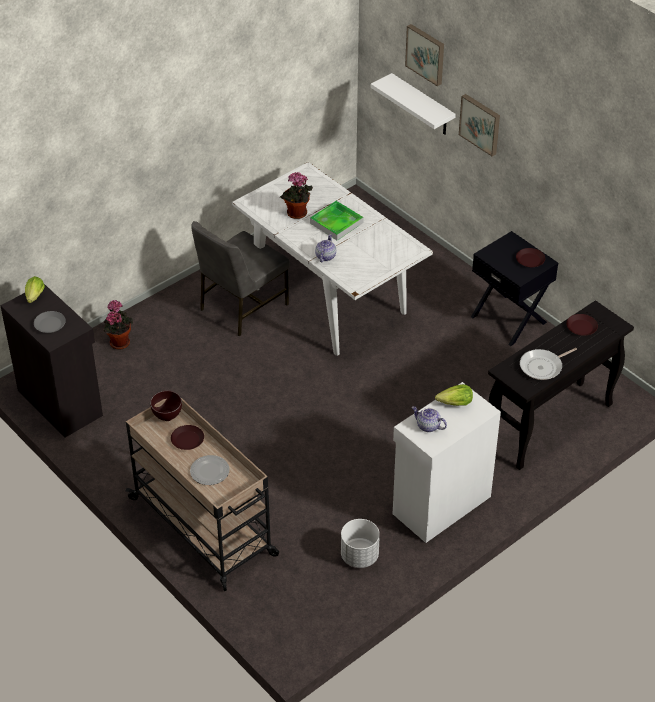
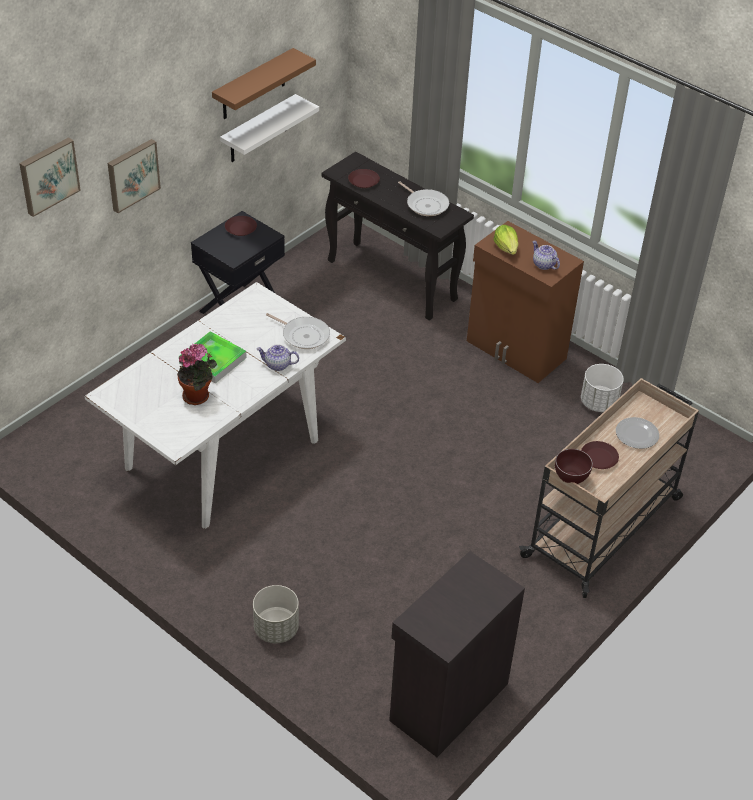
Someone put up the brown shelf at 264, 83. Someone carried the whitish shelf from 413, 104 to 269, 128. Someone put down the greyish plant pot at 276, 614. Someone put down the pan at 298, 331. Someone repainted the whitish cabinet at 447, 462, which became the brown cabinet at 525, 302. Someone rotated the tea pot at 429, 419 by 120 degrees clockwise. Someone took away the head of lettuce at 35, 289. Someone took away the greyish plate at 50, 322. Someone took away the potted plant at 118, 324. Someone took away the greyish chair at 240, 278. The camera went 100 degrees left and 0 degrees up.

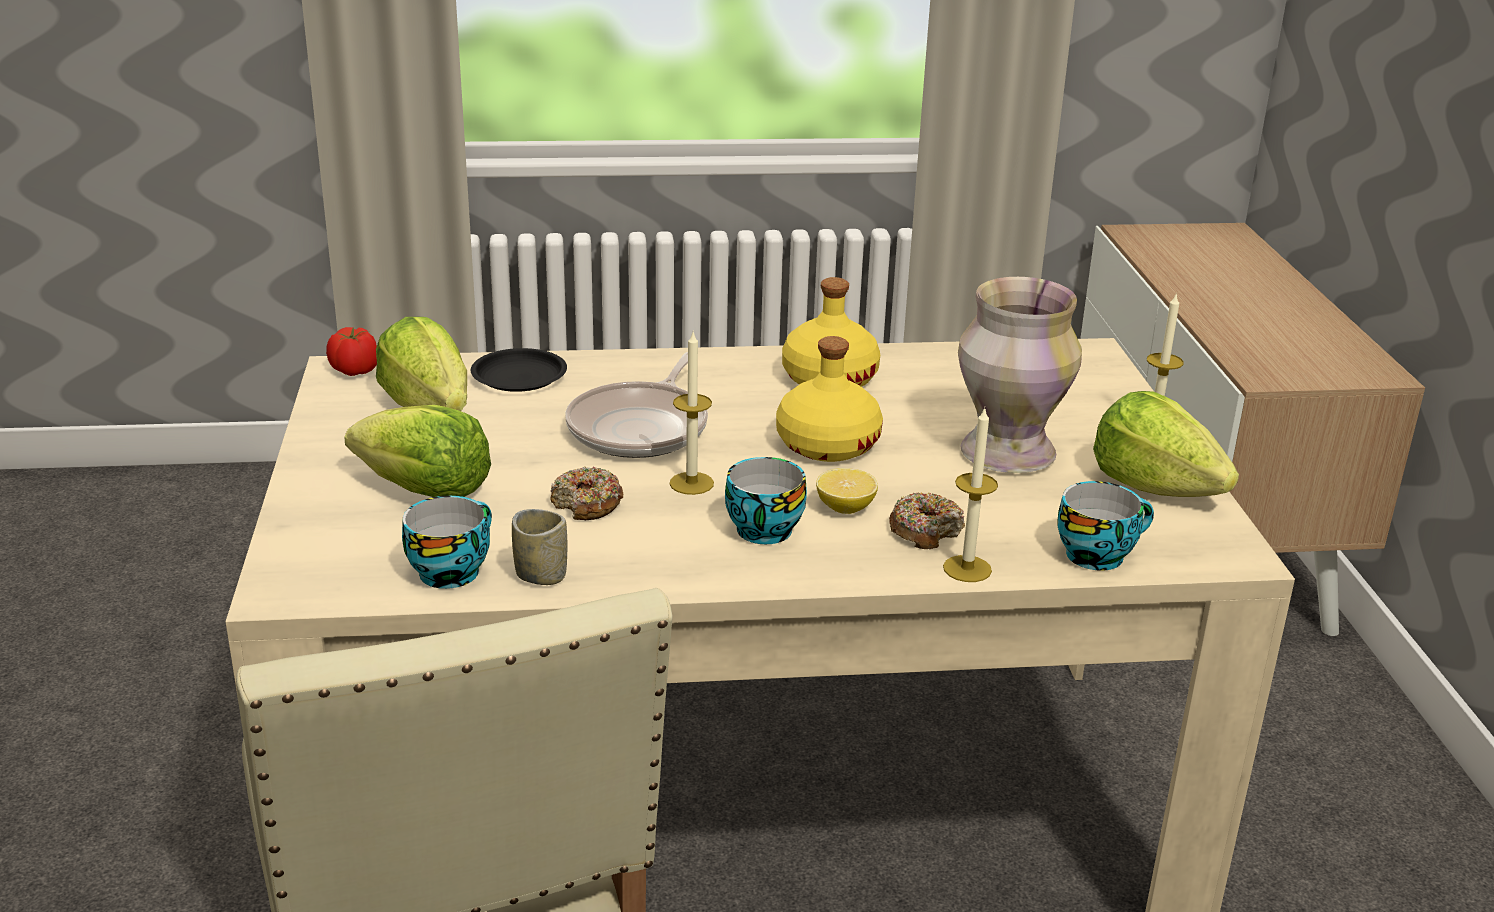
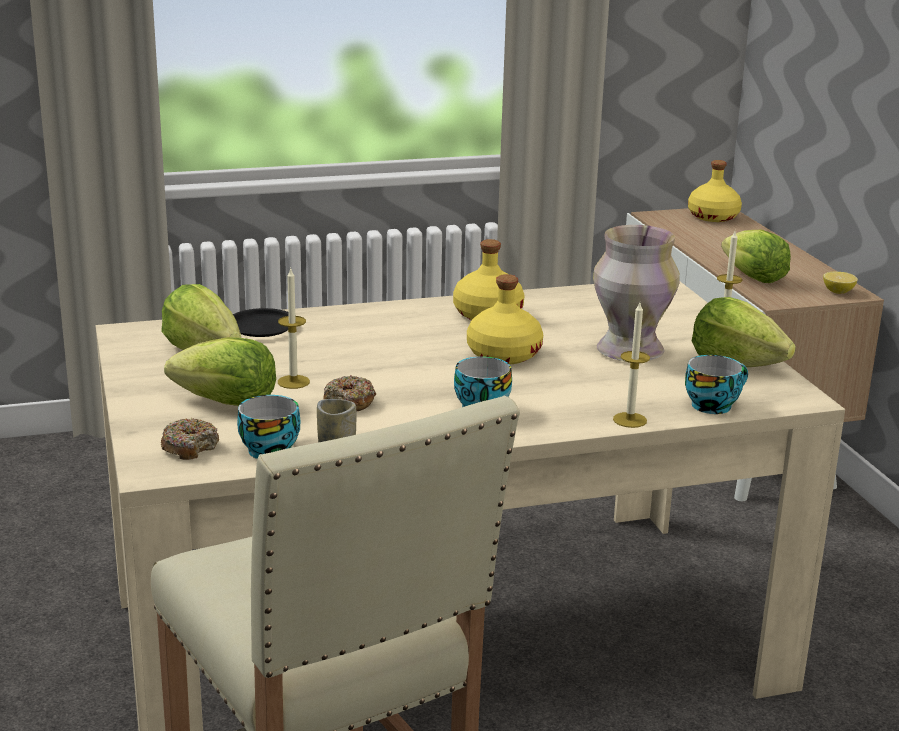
Someone carried the donut from 927, 520 to 190, 439. Someone carried the candle from 691, 412 to 294, 329. Someone put down the yellow-coloured bottle at 715, 191. Someone put down the head of lettuce at 756, 256. Someone carried the whole lemon from 847, 491 to 840, 283. Someone took away the whole tomato at 351, 351. Someone took away the pan at 636, 405. The camera went 10 degrees left and 5 degrees down.

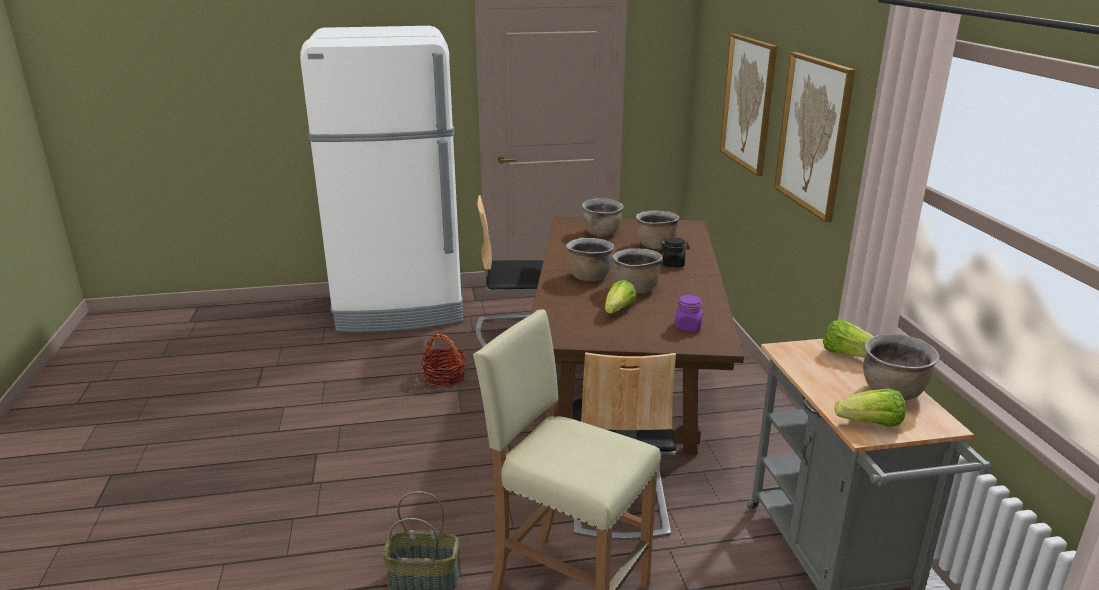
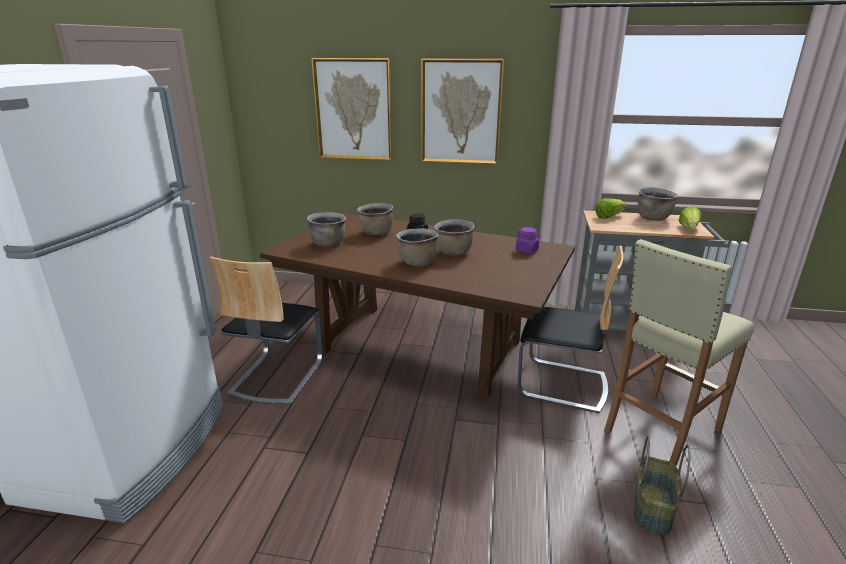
Someone took away the basket at 444, 360. Someone took away the head of lettuce at 620, 297. The camera went 70 degrees left and 0 degrees up.

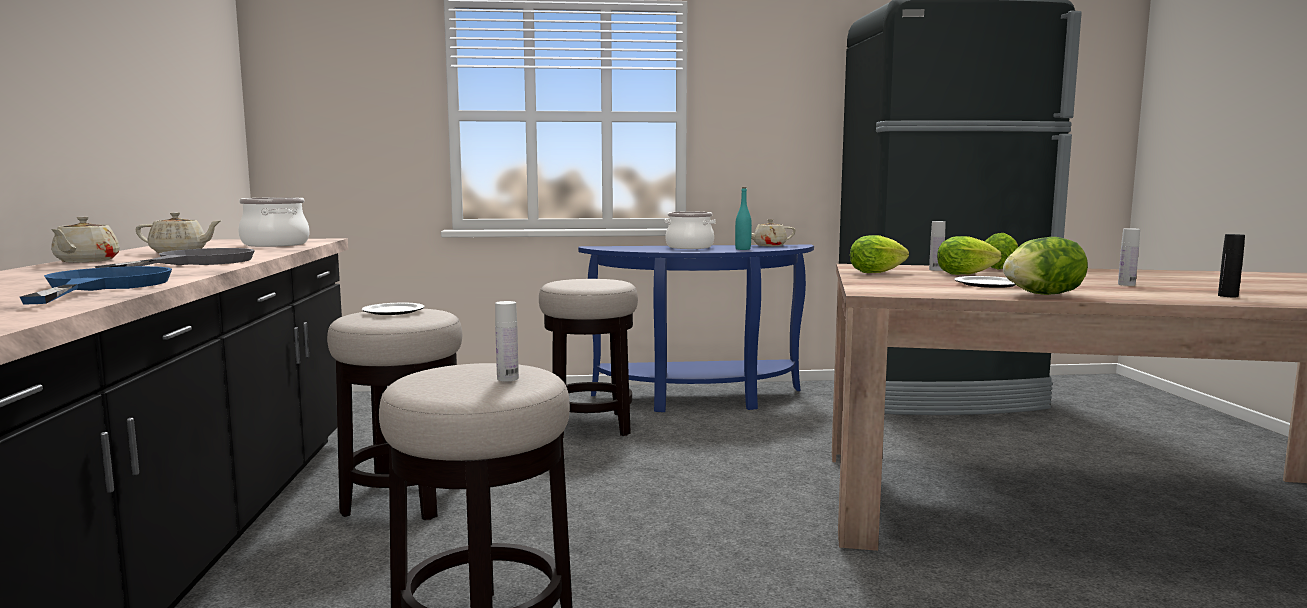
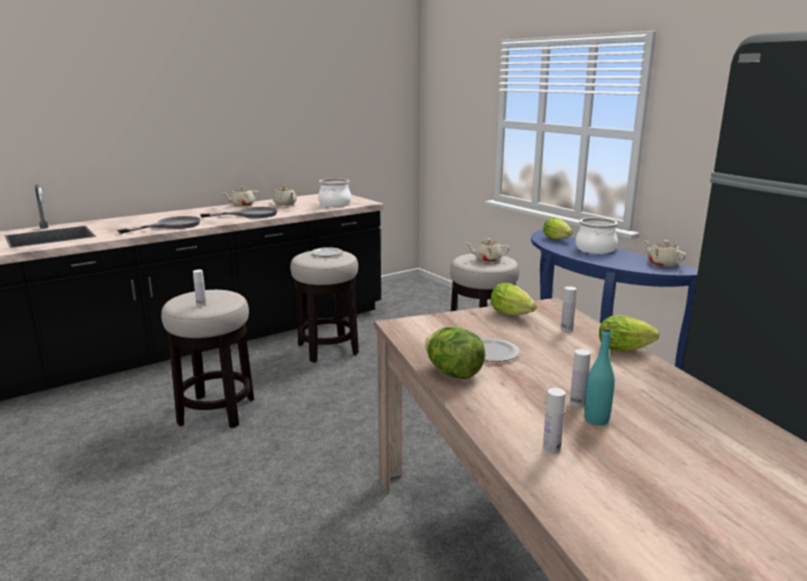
Someone repainted the bluish pan at 96, 285, which became the greyish pan at 159, 225. Someone put down the sand-coloured tea pot at 487, 250. Someone carried the head of lettuce from 969, 255 to 558, 228. Someone repainted the black-coloured bottle at 1231, 265, which became the whitish bottle at 554, 421. Someone carried the turquoise-coloured bottle from 743, 218 to 599, 377. The camera went 60 degrees right and 10 degrees up.

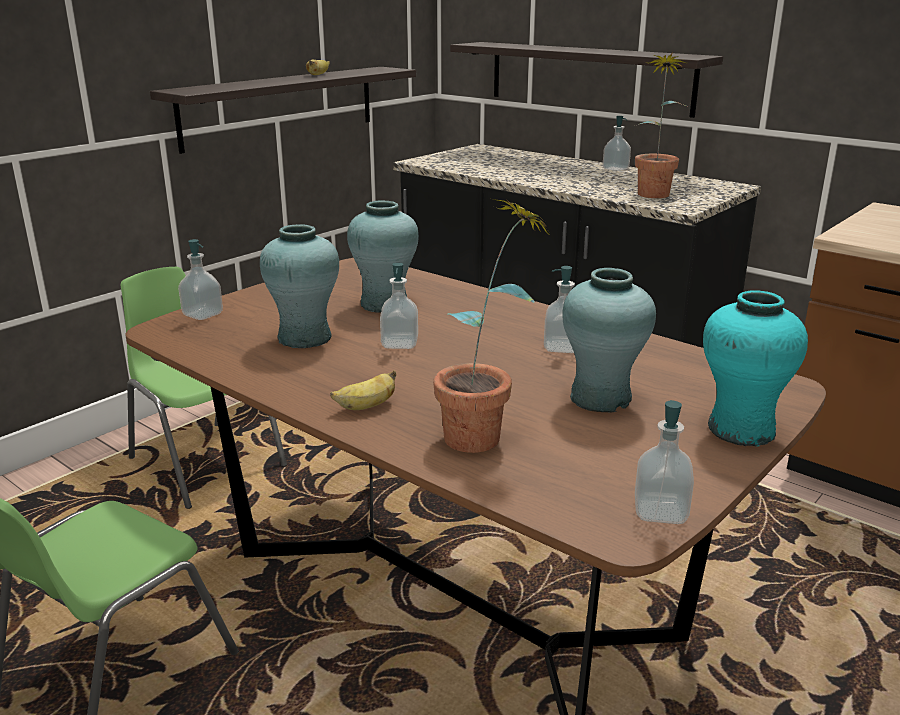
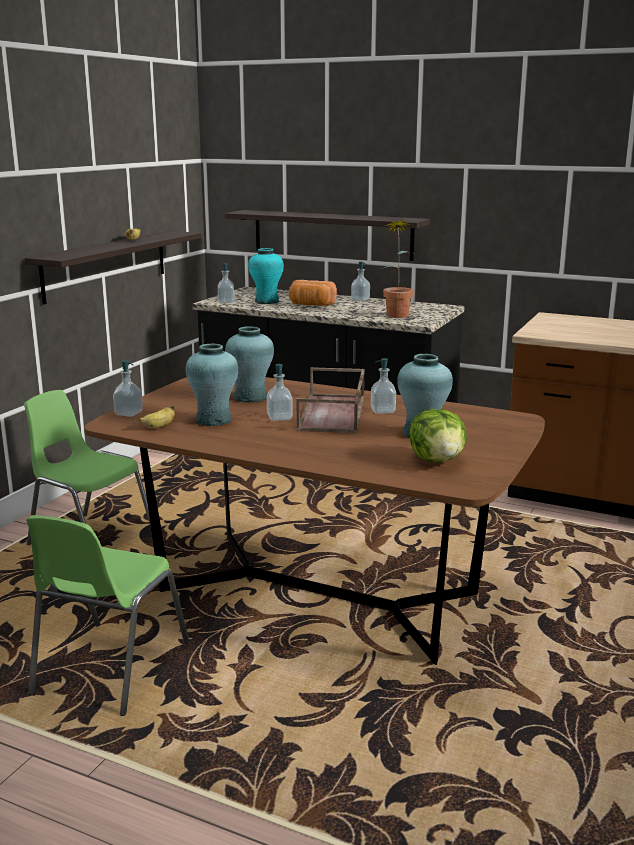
Someone carried the whole banana from 363, 390 to 157, 416. Someone carried the soap bottle from 664, 462 to 226, 283. Someone carried the turquoise-coloured decorative vase from 755, 368 to 266, 276. Someone put down the baked bread at 313, 293. Someone put down the brown carrying tray at 330, 400. Someone put down the head of lettuce at 438, 435. Someone took away the potted plant at 492, 325. The camera went 15 degrees left and 5 degrees down.

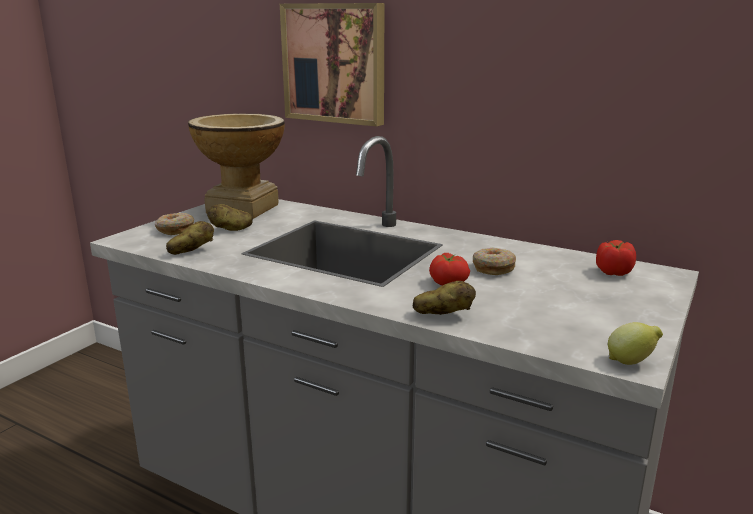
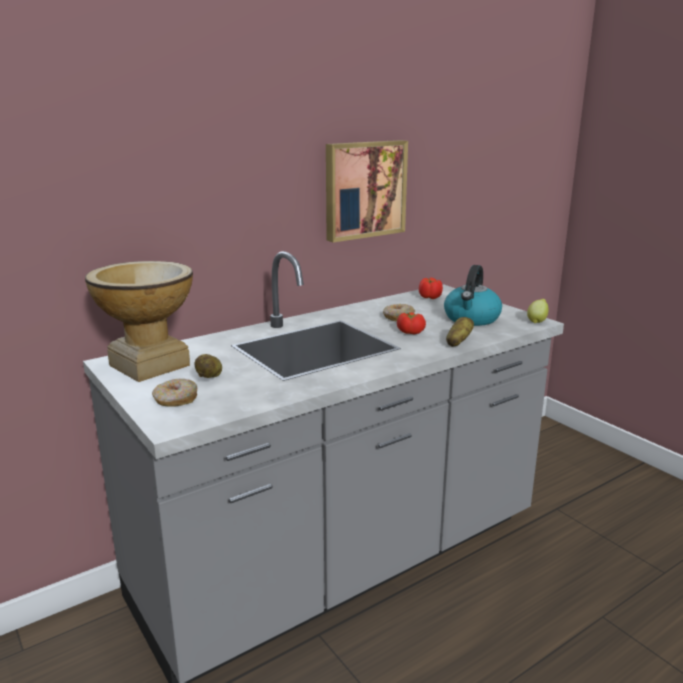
Someone carried the wall picture from 332, 65 to 367, 191. Someone put down the water kettle at 473, 295. Someone took away the spud at 190, 238. The camera went 65 degrees left and 0 degrees up.

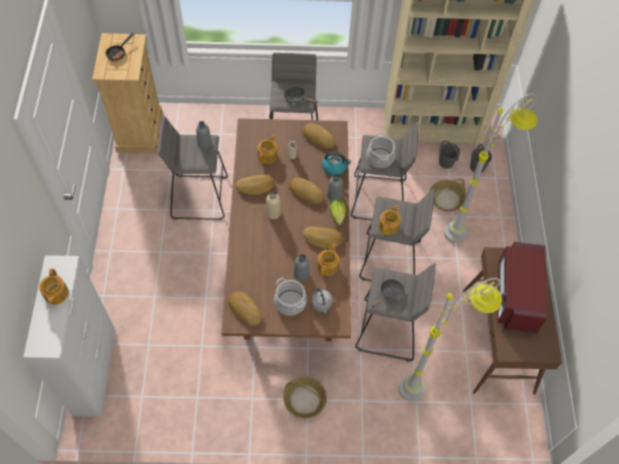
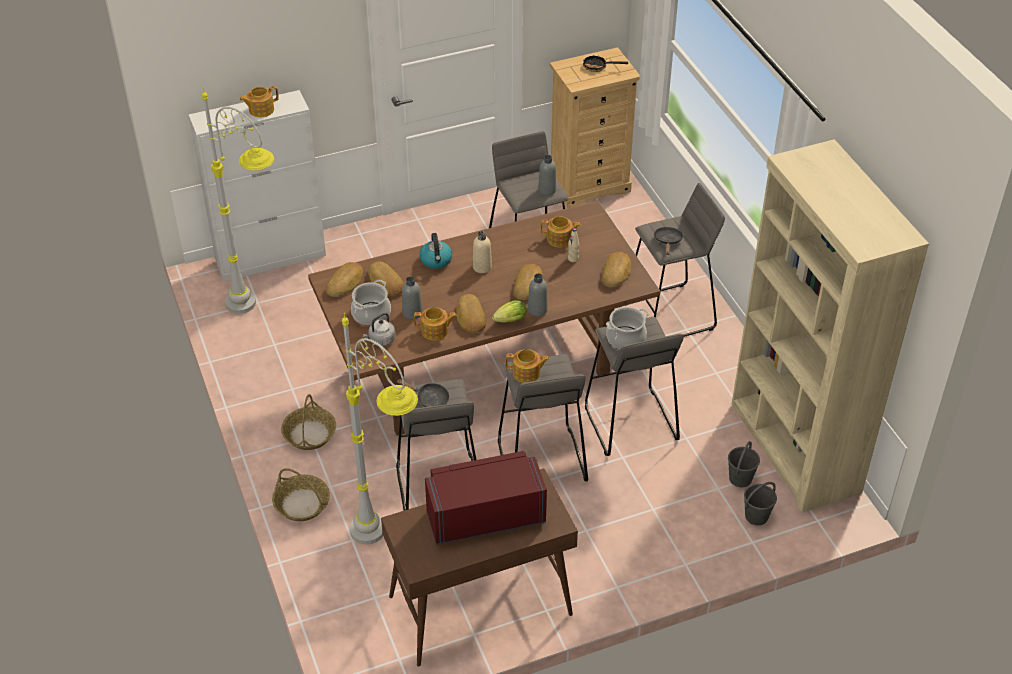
Someone carried the greyish floor lamp from 491, 168 to 238, 201. Someone carried the basket from 448, 195 to 301, 494. Someone carried the baked bread from 255, 185 to 386, 279. Someone carried the water kettle from 336, 164 to 435, 251. The camera went 70 degrees right and 15 degrees down.

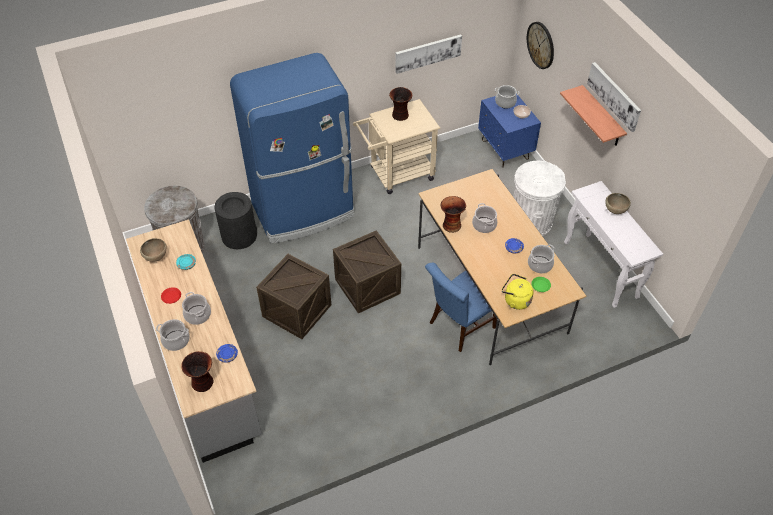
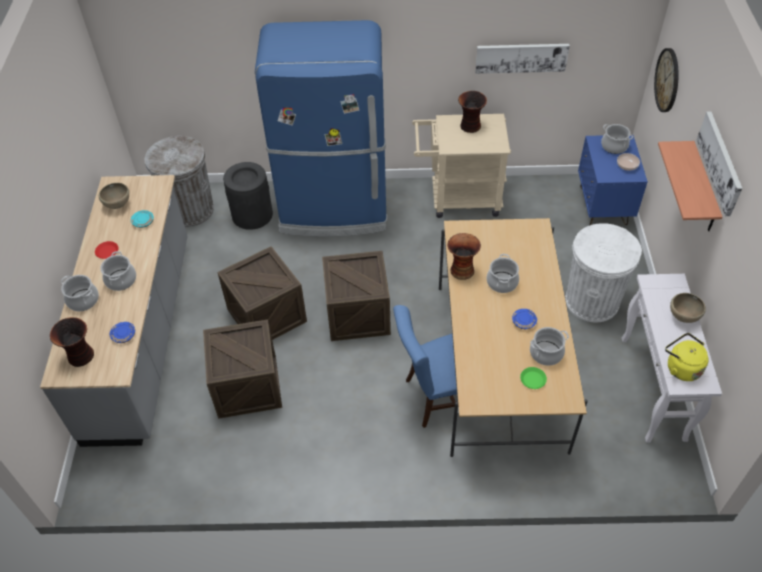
Someone put down the shipping crate at 242, 369. Someone carried the yellow-coloured water kettle from 517, 292 to 686, 357. The camera went 25 degrees right and 0 degrees up.

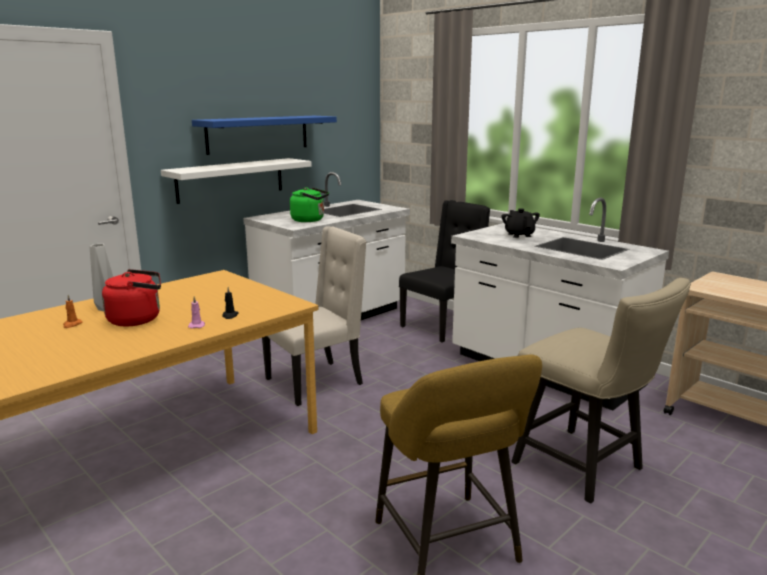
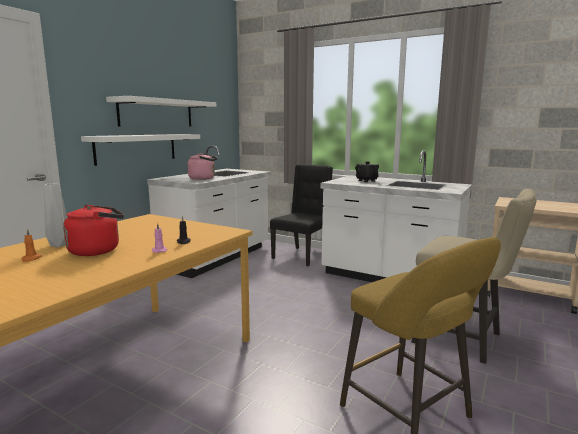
Someone repainted the bluish shelf at 264, 135, which became the whitish shelf at 161, 111. Someone repainted the green-coloured water kettle at 309, 204, which became the pink-coloured water kettle at 202, 166. Someone took away the sand-coloured chair at 314, 316. The camera went 15 degrees left and 5 degrees down.

